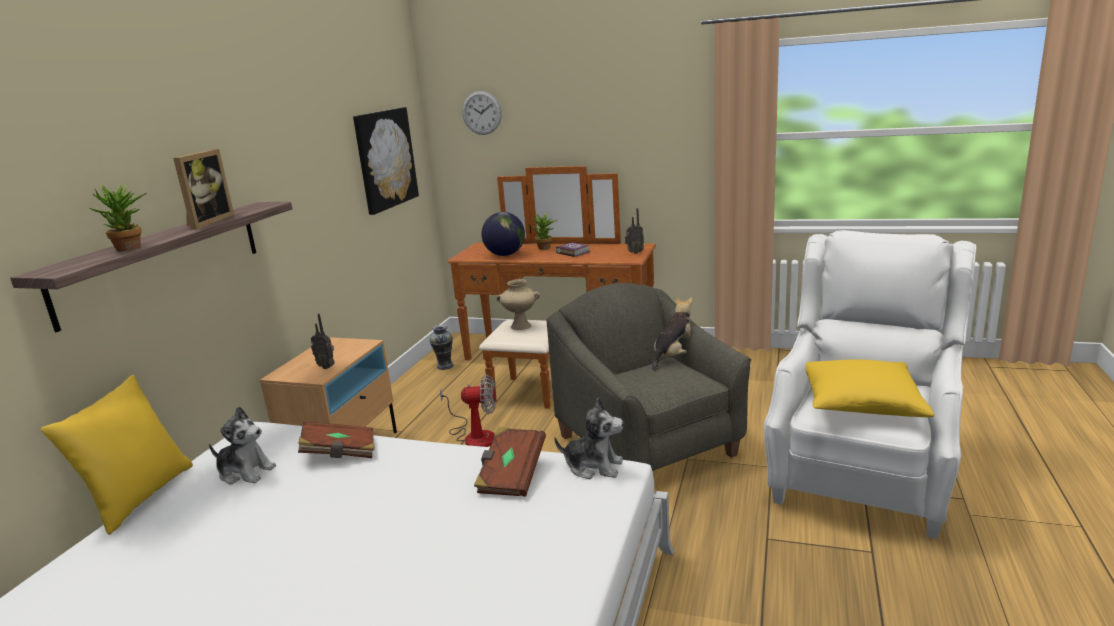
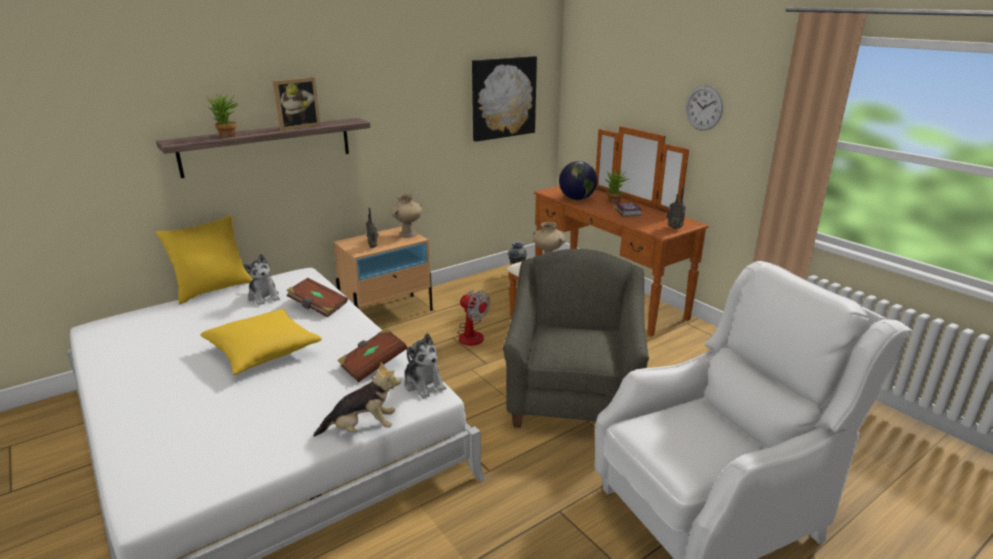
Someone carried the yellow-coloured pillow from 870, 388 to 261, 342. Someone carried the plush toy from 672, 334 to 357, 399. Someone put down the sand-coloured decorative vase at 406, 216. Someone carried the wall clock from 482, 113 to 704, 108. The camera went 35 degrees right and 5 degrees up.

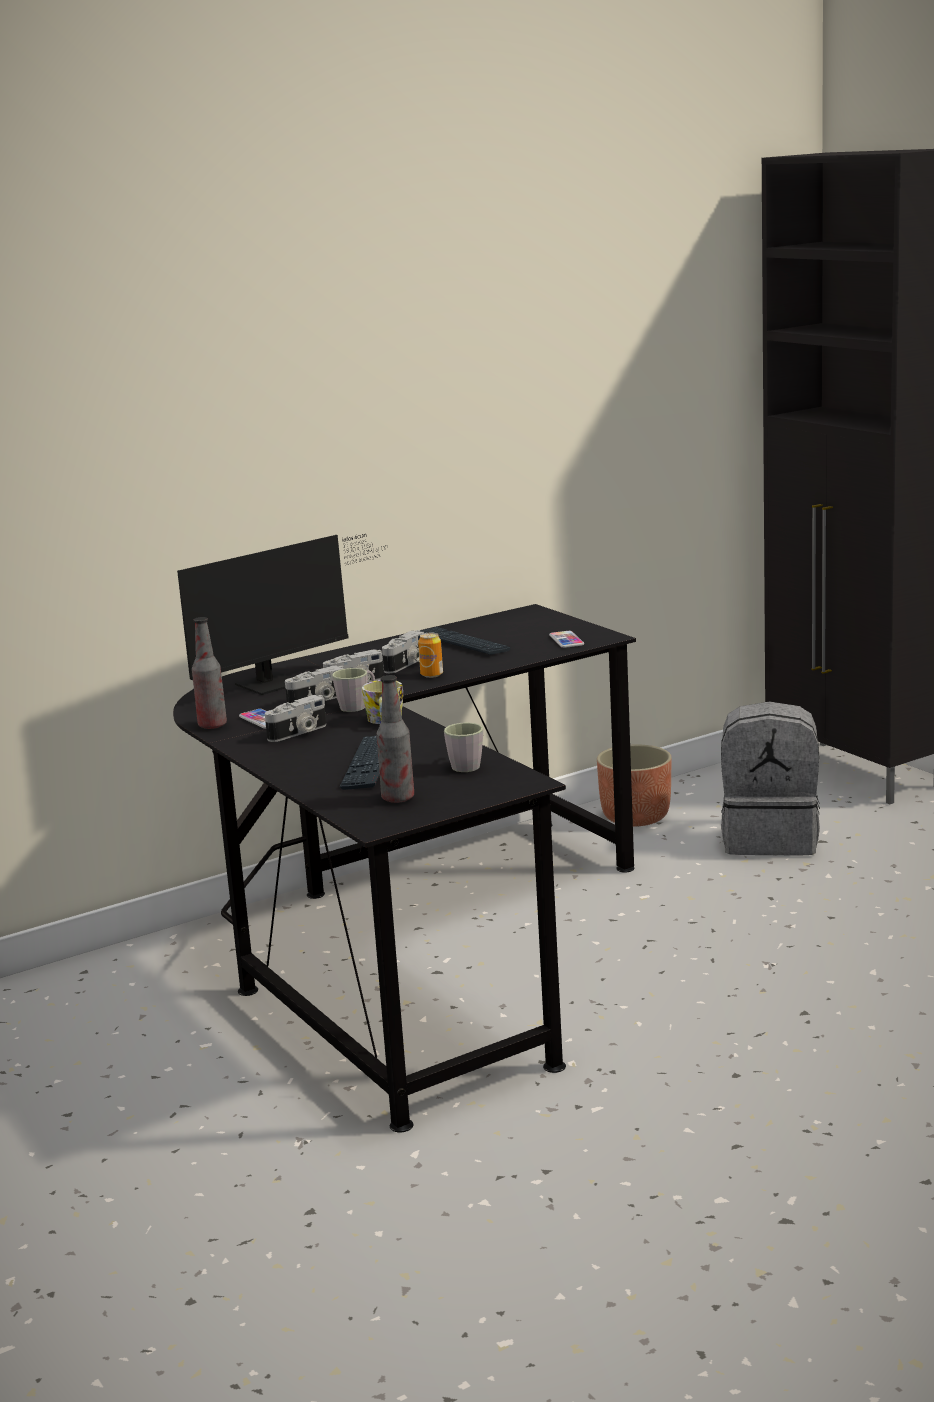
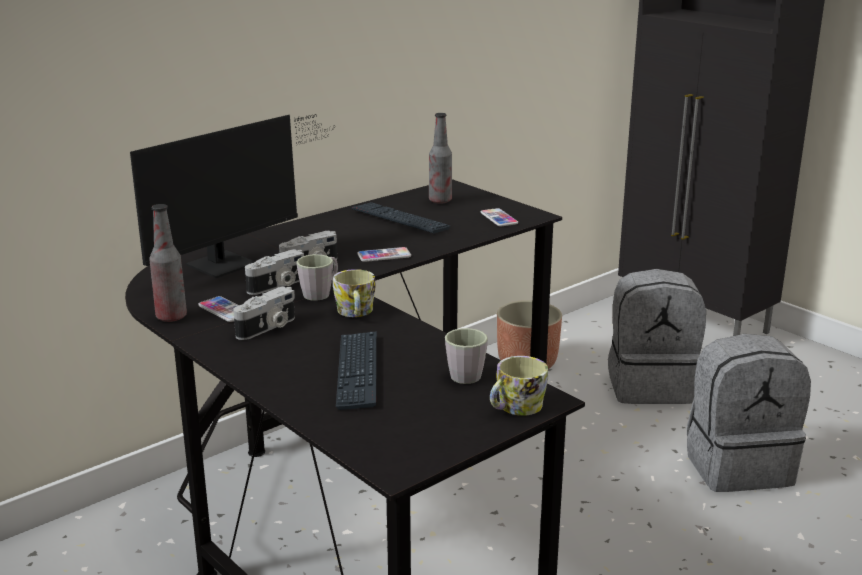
Someone swapped the metal can at 430, 655 for the handset at 384, 254. Someone carried the bottle from 395, 739 to 440, 158. Someone put down the coffee mug at 519, 386. Someone put down the greyish backpack at 749, 413. Someone took away the photo camera at 403, 651. The camera went 10 degrees left and 5 degrees up.

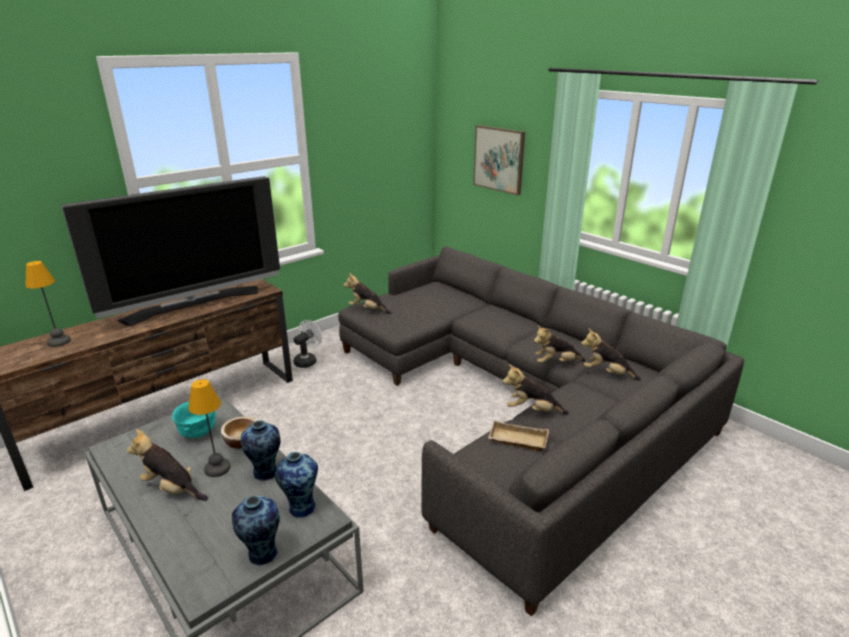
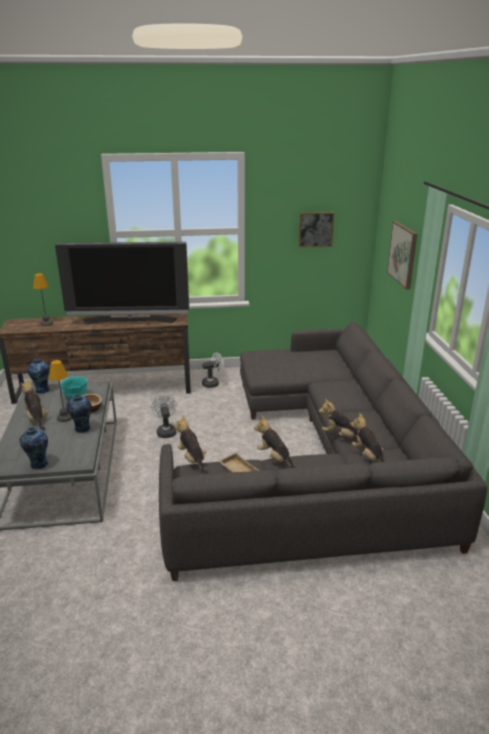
Someone carried the decorative vase from 296, 484 to 38, 376. Someone put down the whitish fan at 164, 416. Someone carried the plush toy from 367, 293 to 191, 445. Someone put up the wall picture at 316, 230. The camera went 35 degrees right and 0 degrees up.

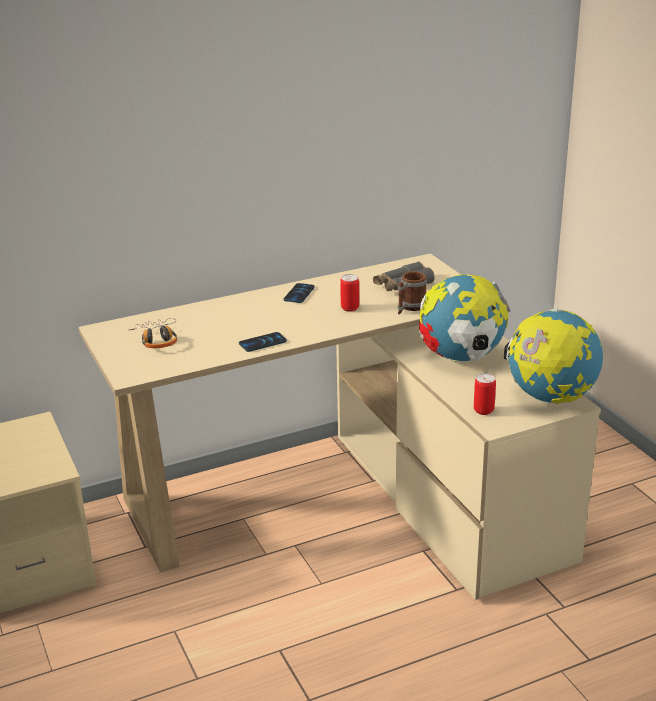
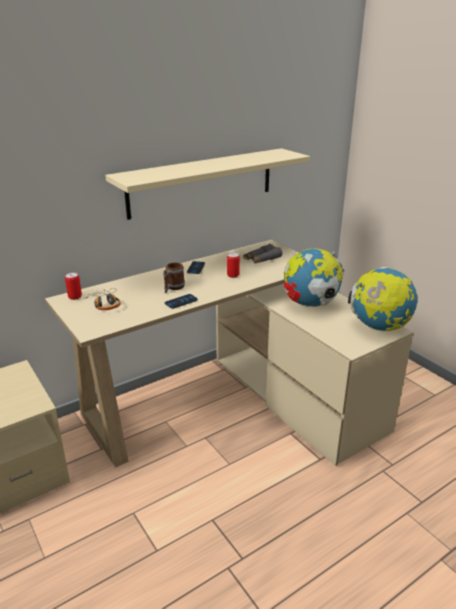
Someone carried the metal can from 485, 394 to 73, 286. Someone put up the sand-coloured shelf at 207, 184. Someone carried the coffee mug from 412, 293 to 174, 277. The camera went 10 degrees left and 0 degrees up.

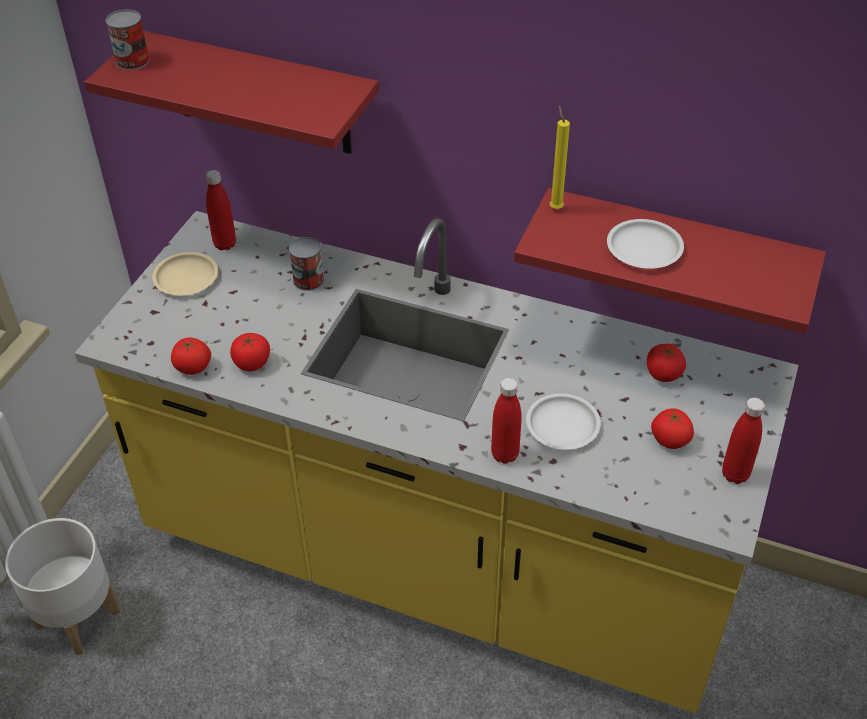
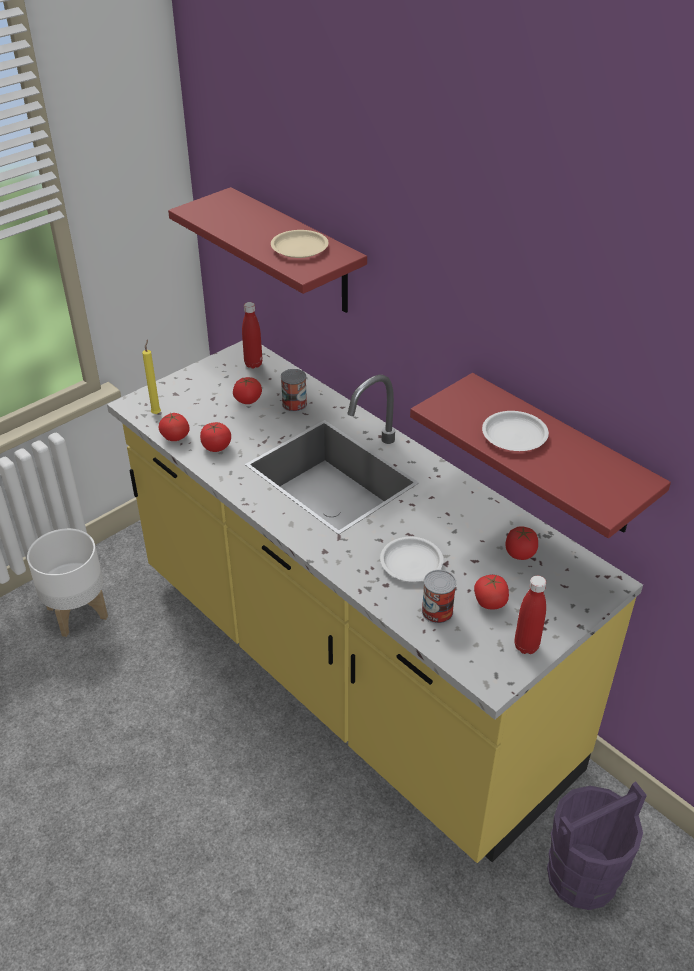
Someone carried the yellow-coloured candle from 560, 157 to 151, 377. Someone put down the whole tomato at 247, 390. Someone carried the sand-coloured plate from 185, 273 to 299, 244. Someone carried the metal can from 128, 40 to 439, 597. Someone put down the purplish water bucket at 597, 845. Someone took away the red-coloured bottle at 506, 421. The camera went 25 degrees right and 5 degrees down.

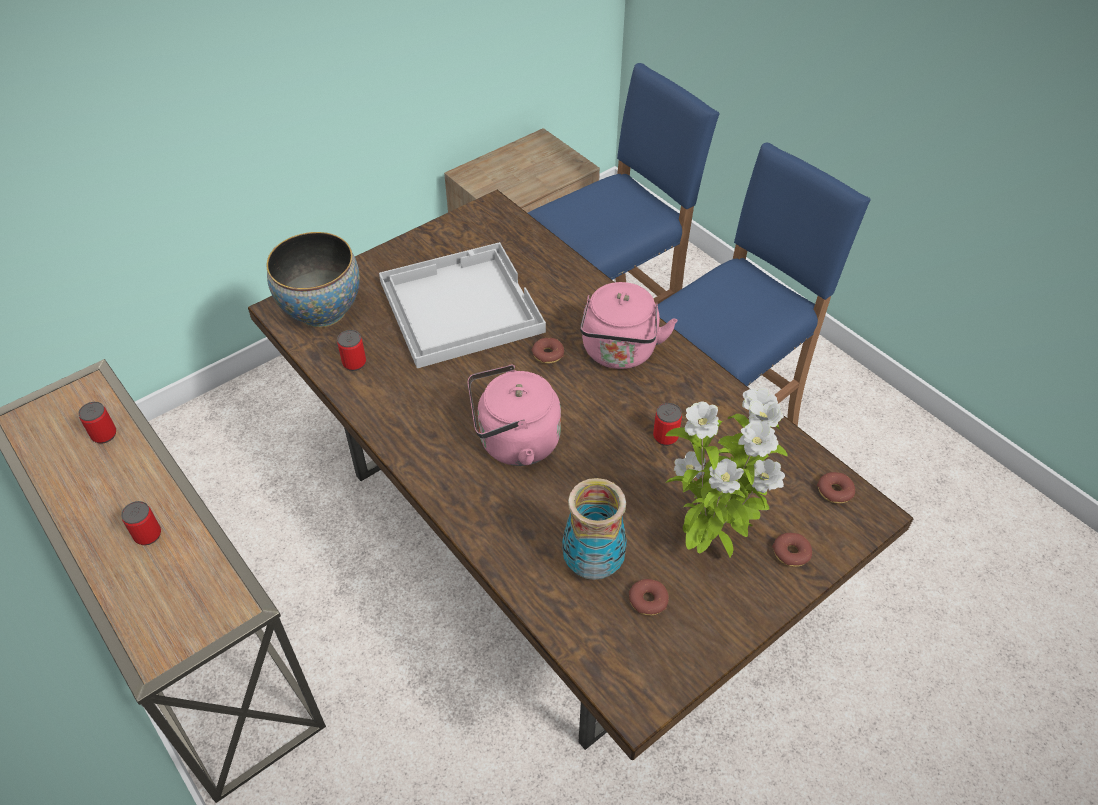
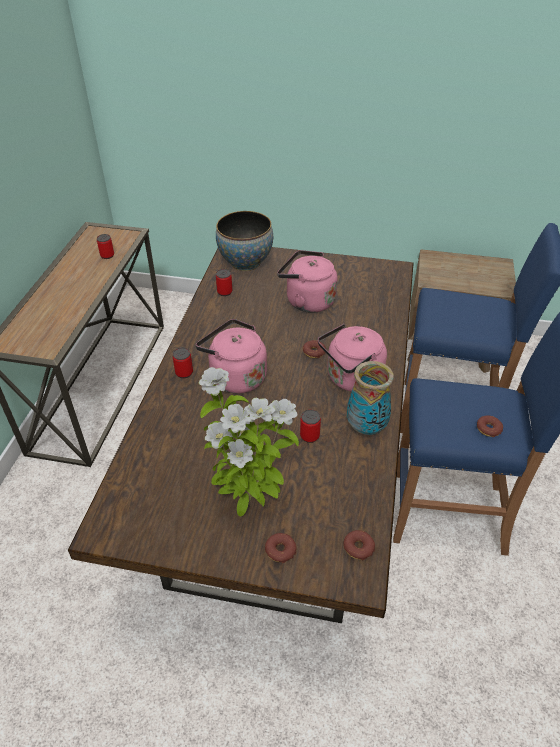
Someone carried the metal can from 141, 523 to 183, 363. Someone swapped the whitish carrying tray at 462, 305 for the pink-coloured water kettle at 307, 281. Someone carried the decorative vase from 594, 529 to 370, 398. Someone carried the donut from 649, 597 to 490, 426. The camera went 50 degrees right and 5 degrees down.

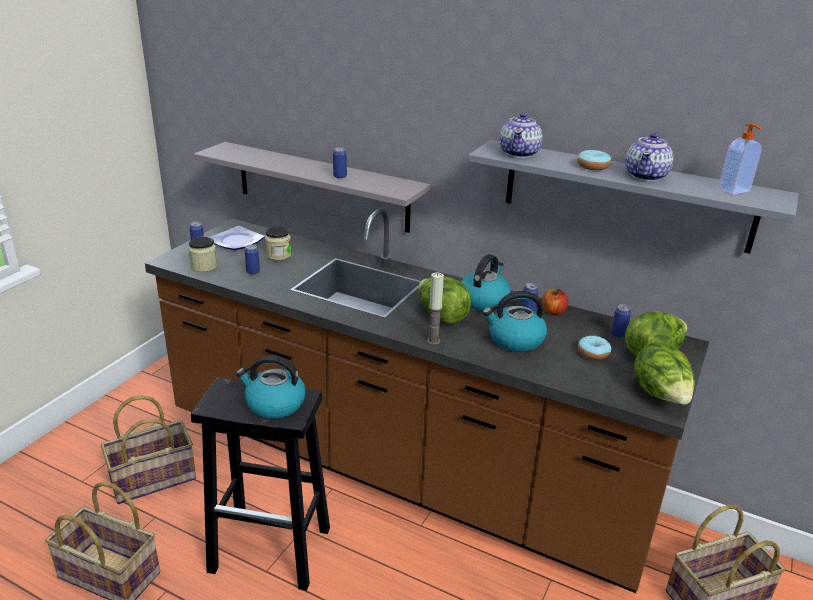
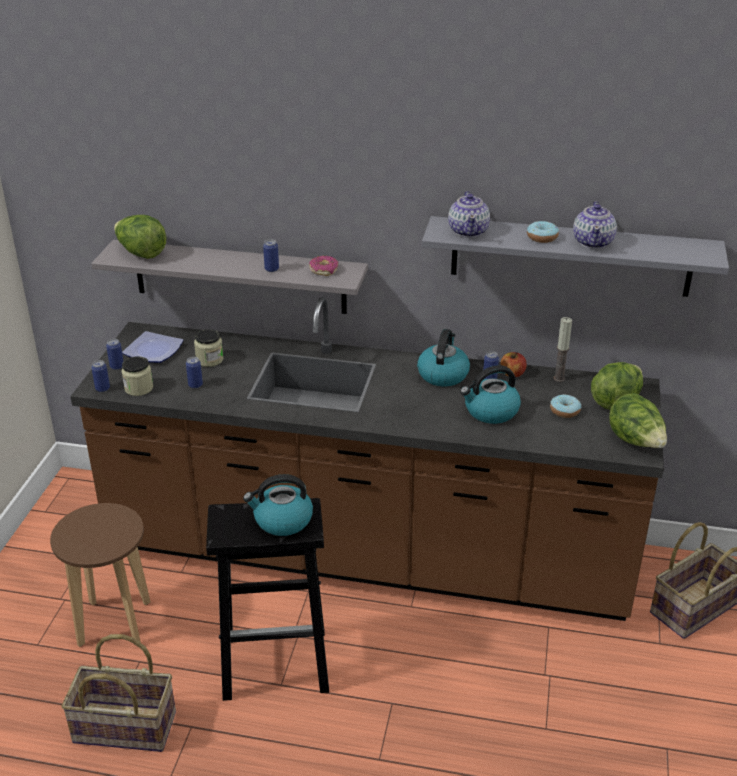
Someone swapped the basket at 148, 449 for the brown stool seat at 100, 575. Someone carried the metal can from 621, 321 to 100, 376. Someone carried the head of lettuce from 444, 300 to 140, 237. Someone put down the donut at 323, 266. Someone carried the candle from 435, 308 to 562, 349. Someone took away the soap bottle at 740, 159. The camera went 15 degrees left and 5 degrees up.

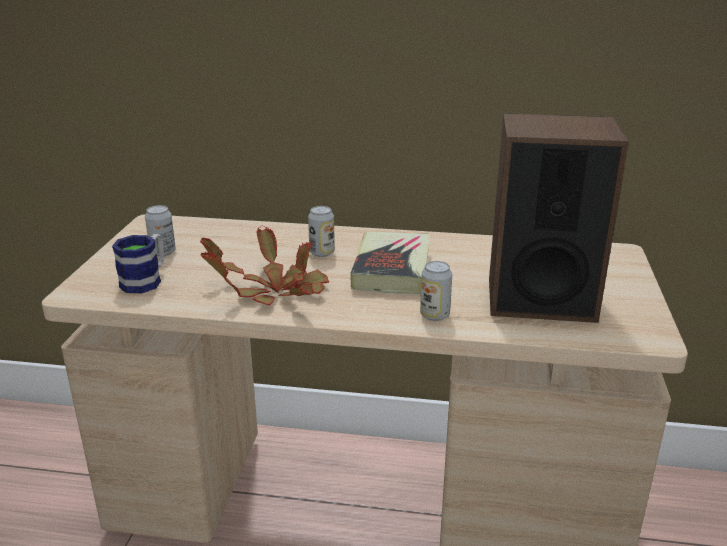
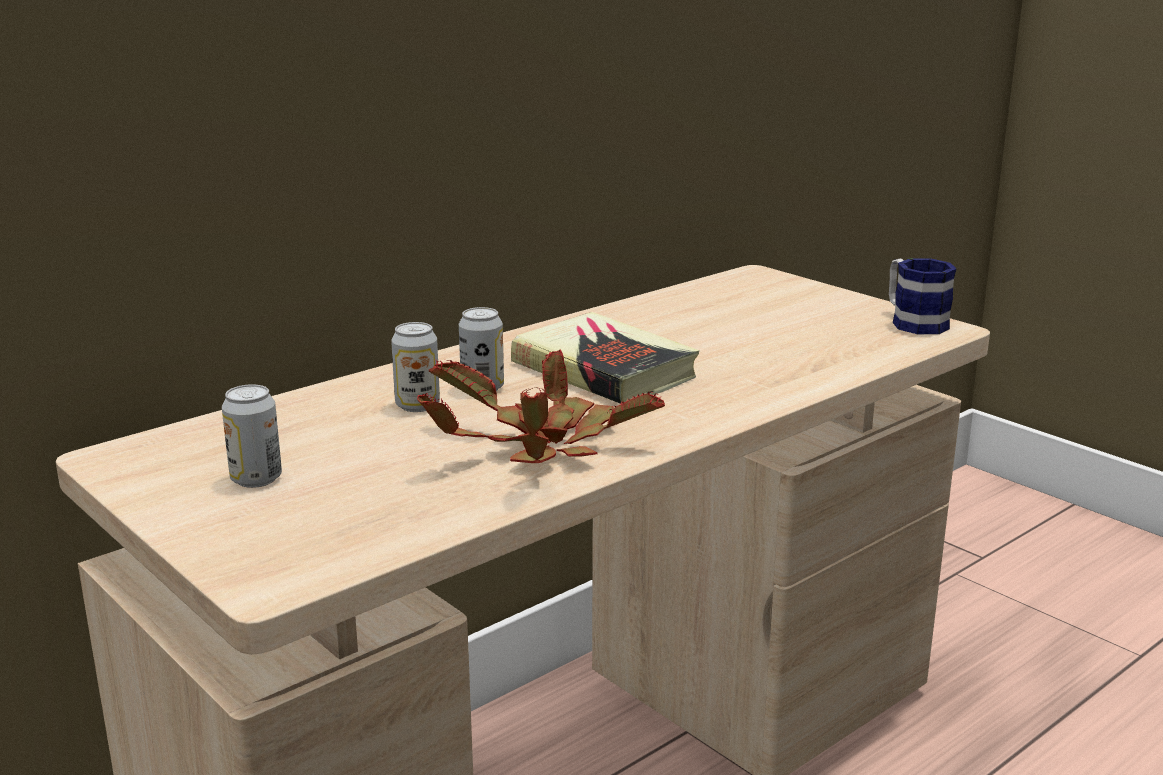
Someone carried the metal can from 436, 291 to 415, 367. Someone carried the coffee mug from 138, 263 to 922, 296. Someone took away the audio speaker at 559, 218. The camera went 50 degrees left and 5 degrees down.

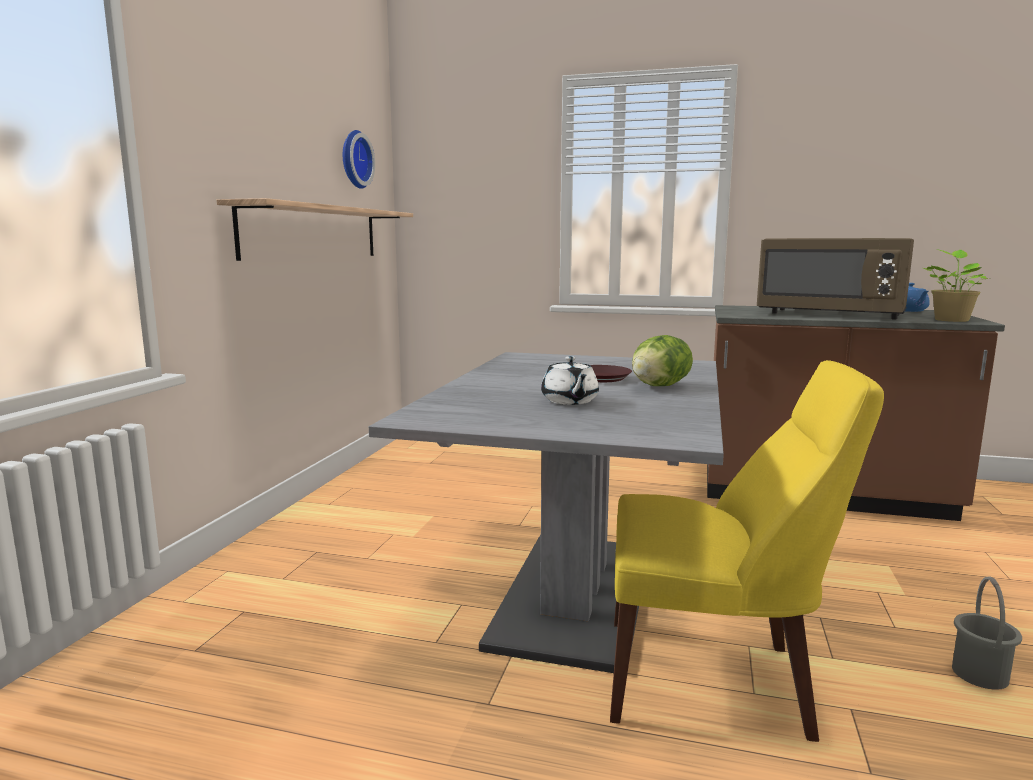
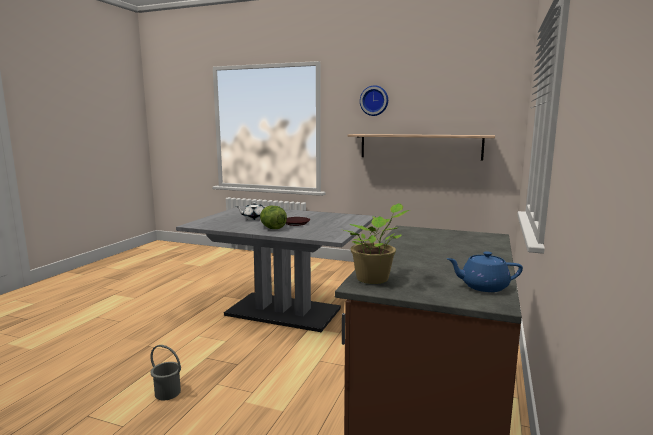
Someone carried the wall clock from 359, 159 to 374, 100. Someone took away the yellow-coloured chair at 747, 551. Someone took away the brown microwave at 835, 279. The camera went 95 degrees right and 0 degrees up.

